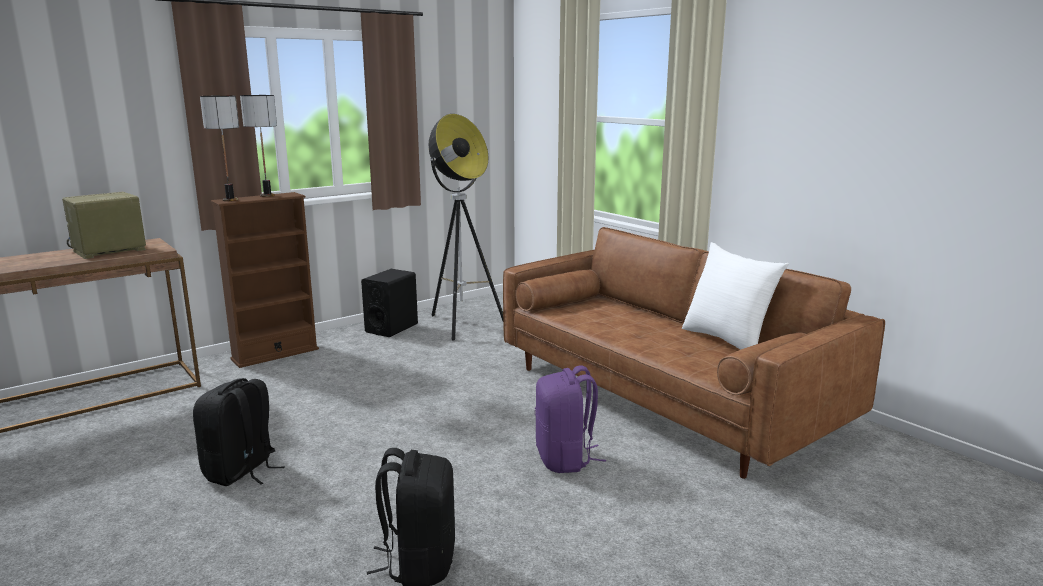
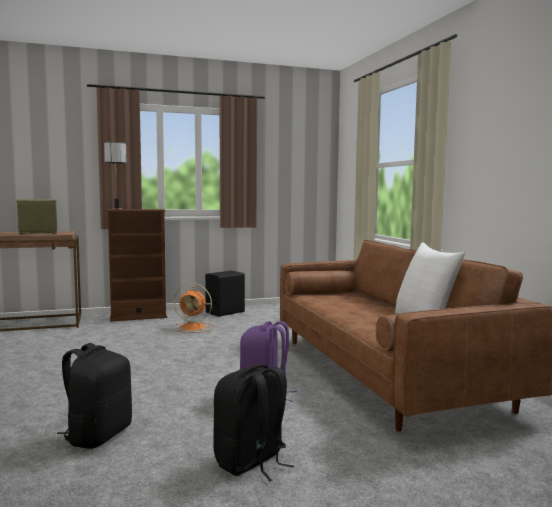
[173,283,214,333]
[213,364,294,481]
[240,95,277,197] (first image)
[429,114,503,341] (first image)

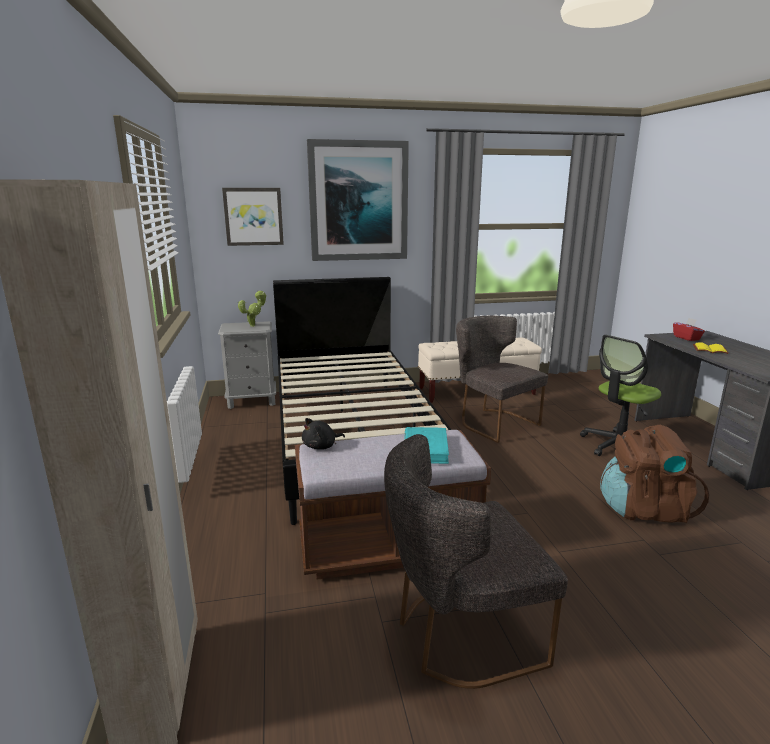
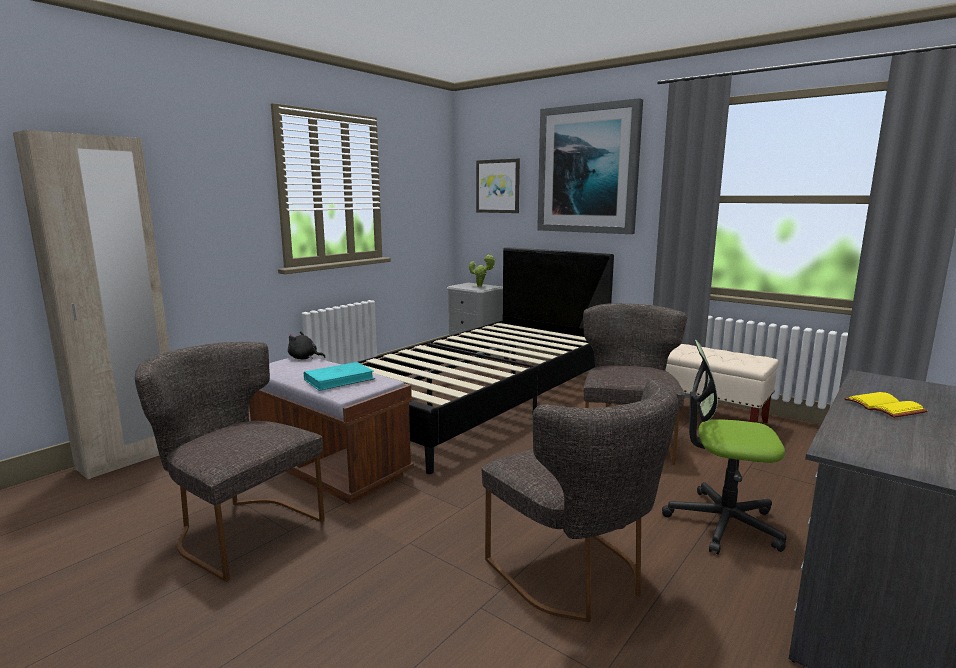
[482,379,679,622]
[673,318,705,341] (first image)

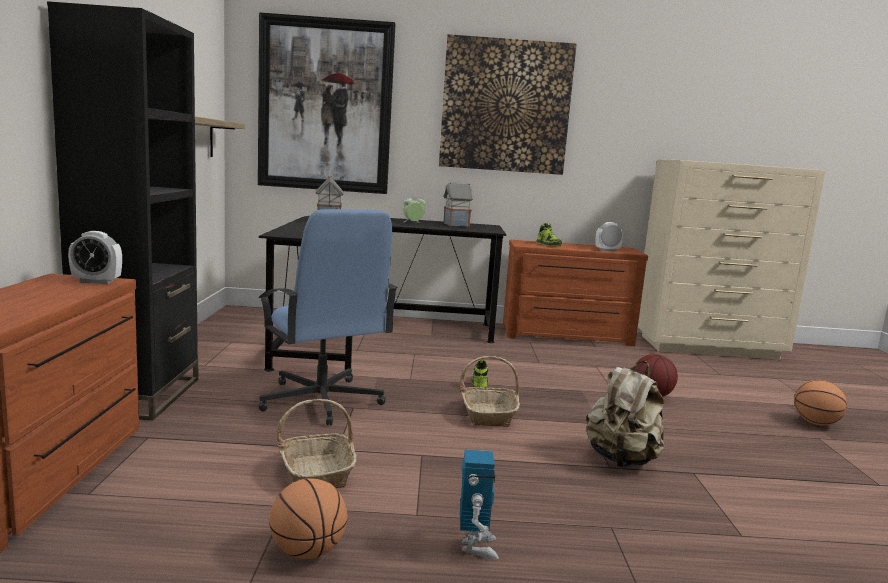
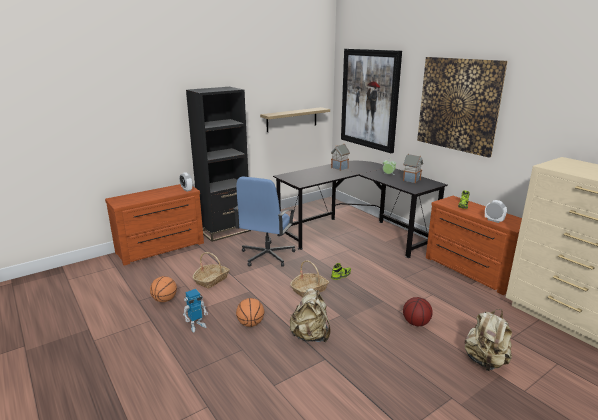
[236,298,265,327]
[465,309,512,371]

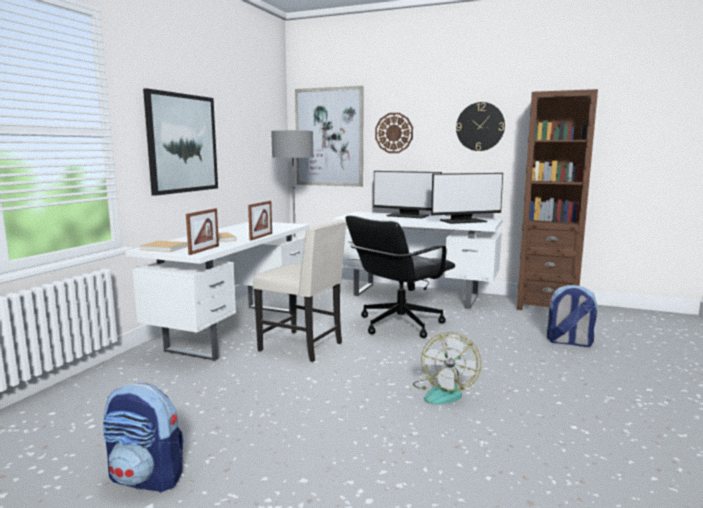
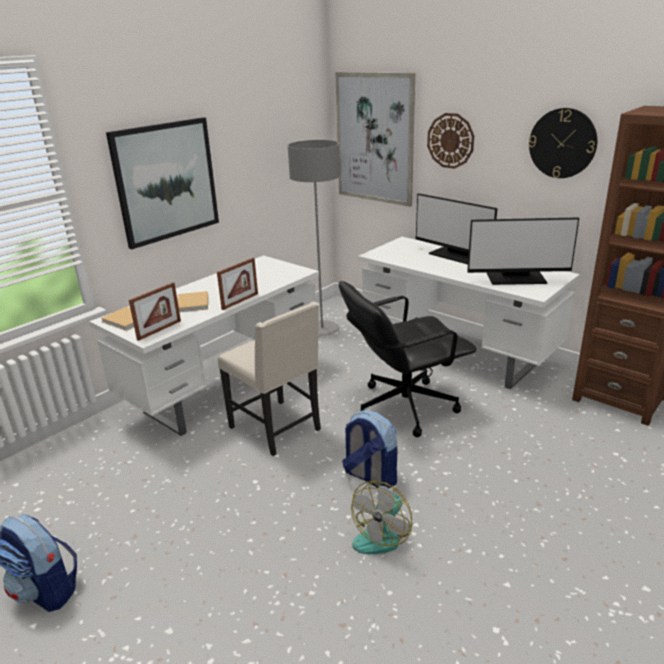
[342,410,397,488]

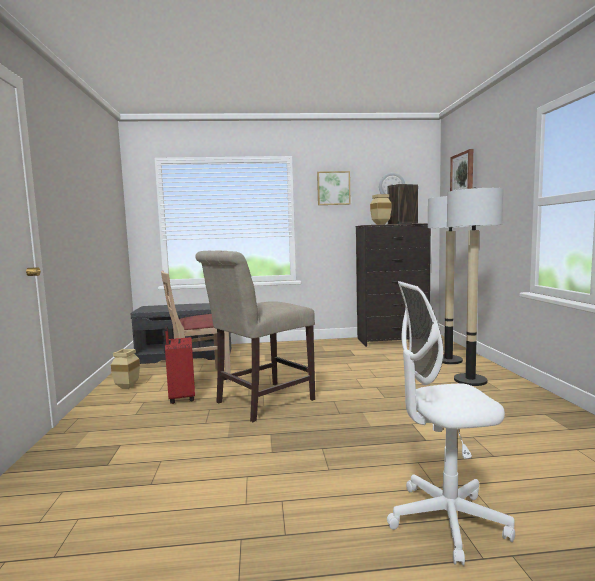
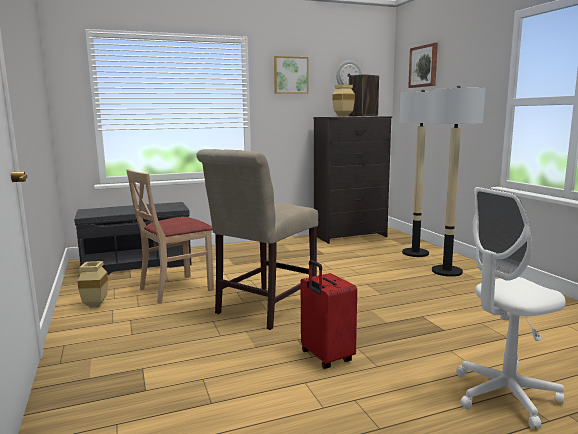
[301,260,357,369]

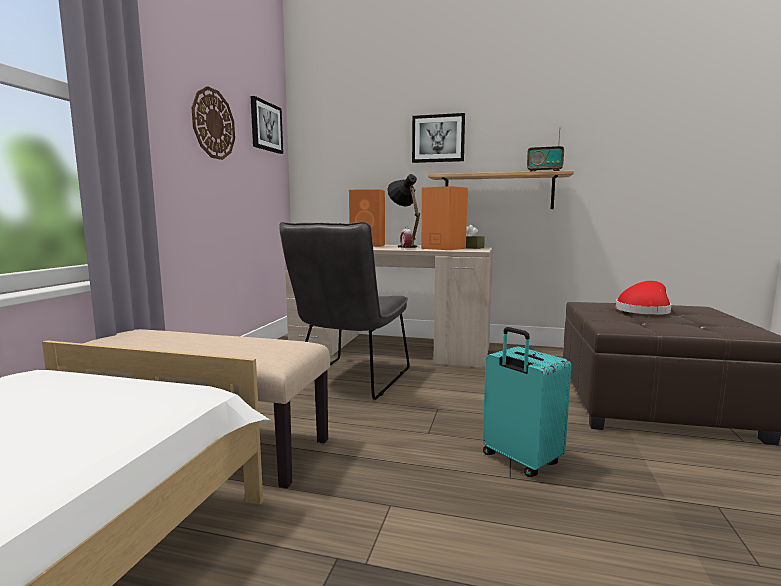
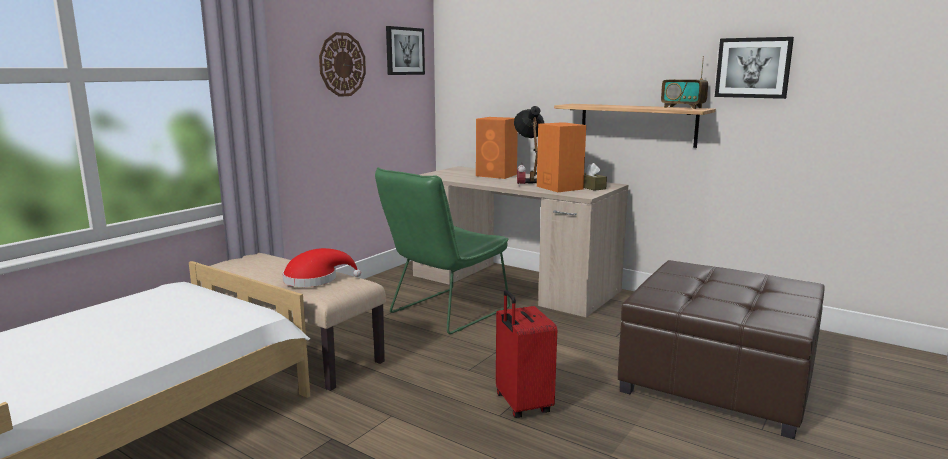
[282,248,361,287]
[375,167,510,334]
[496,290,557,418]
[715,37,794,99]

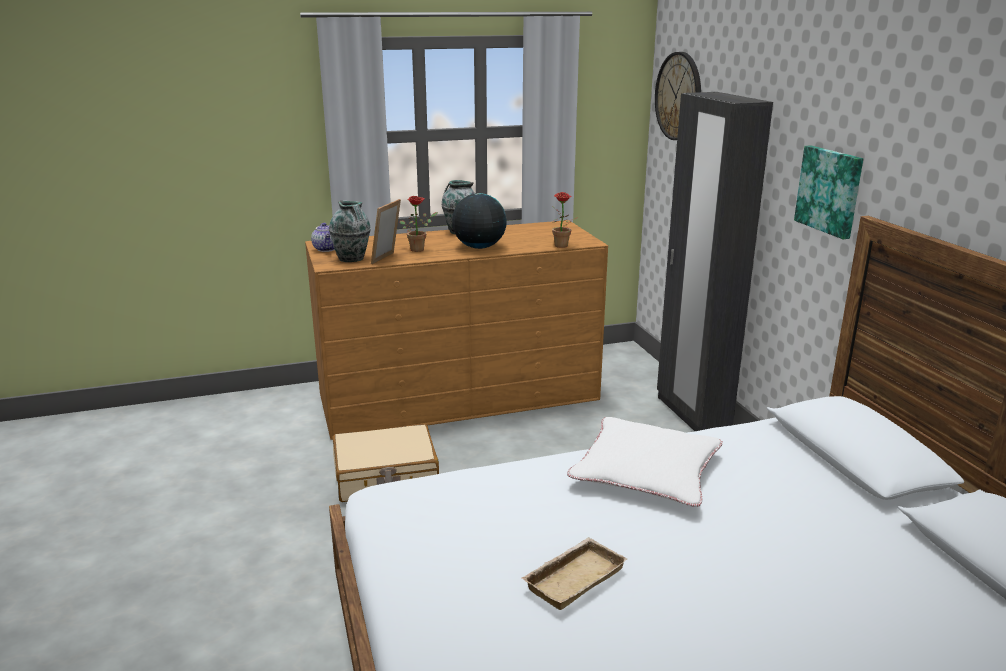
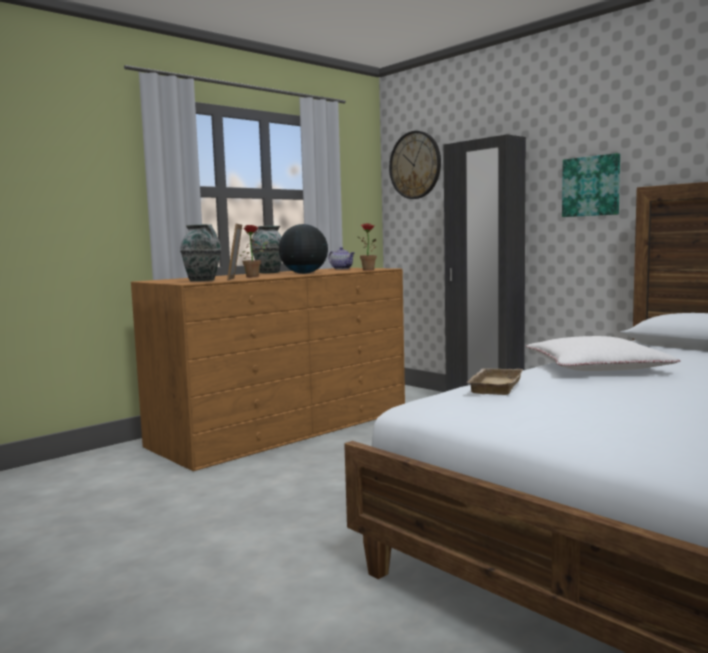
[328,247,355,269]
[466,368,523,395]
[333,424,439,502] (first image)

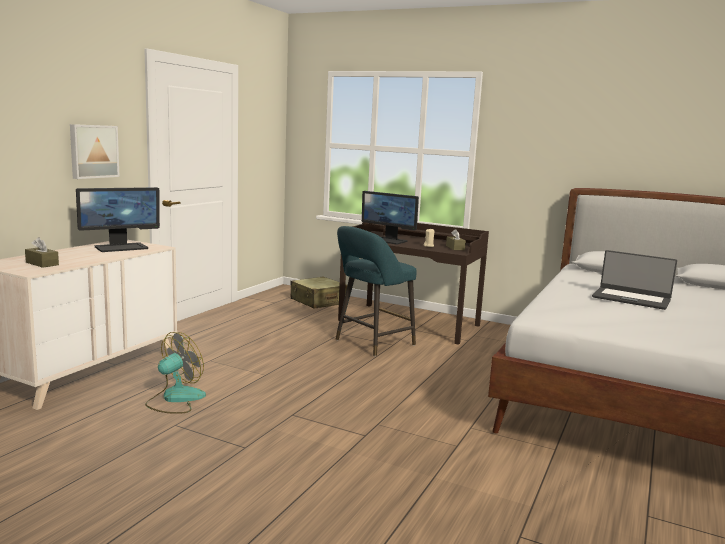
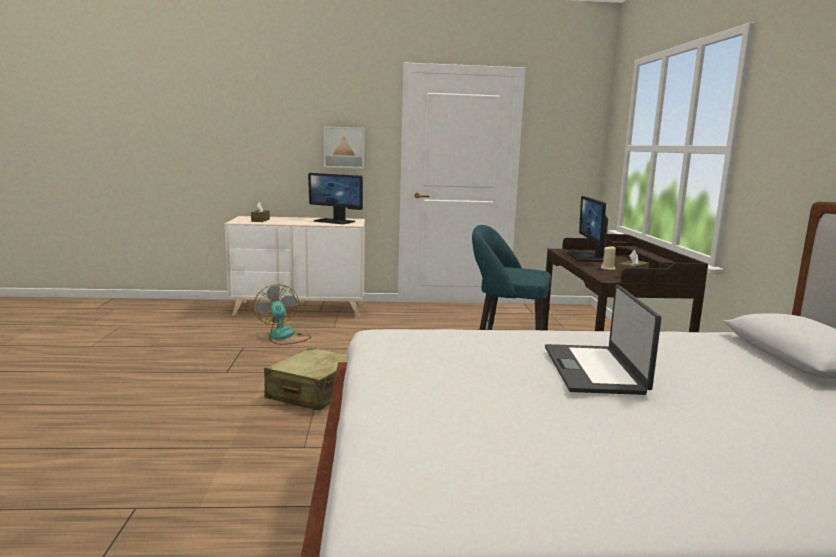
[253,284,311,345]
[264,348,347,411]

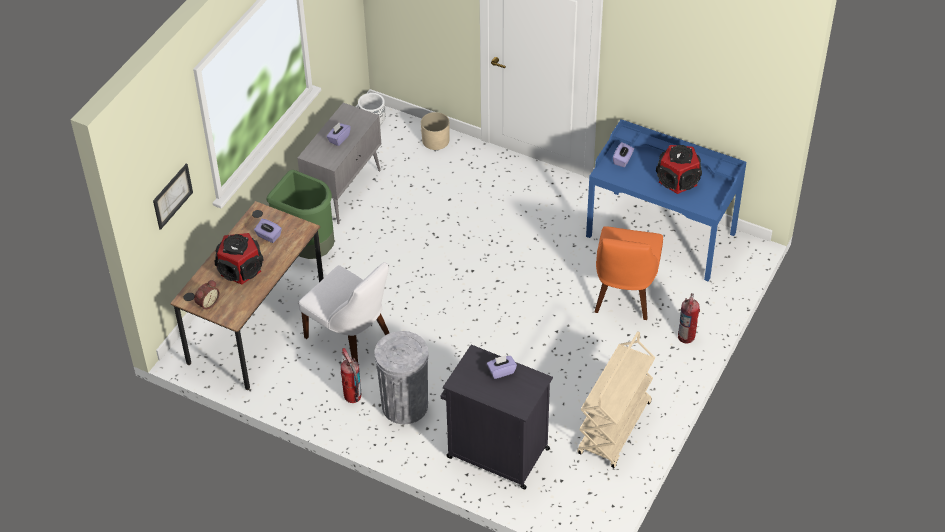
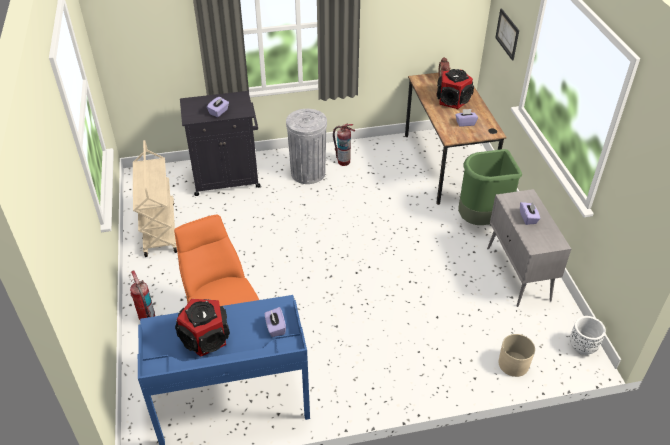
[299,262,389,362] (first image)

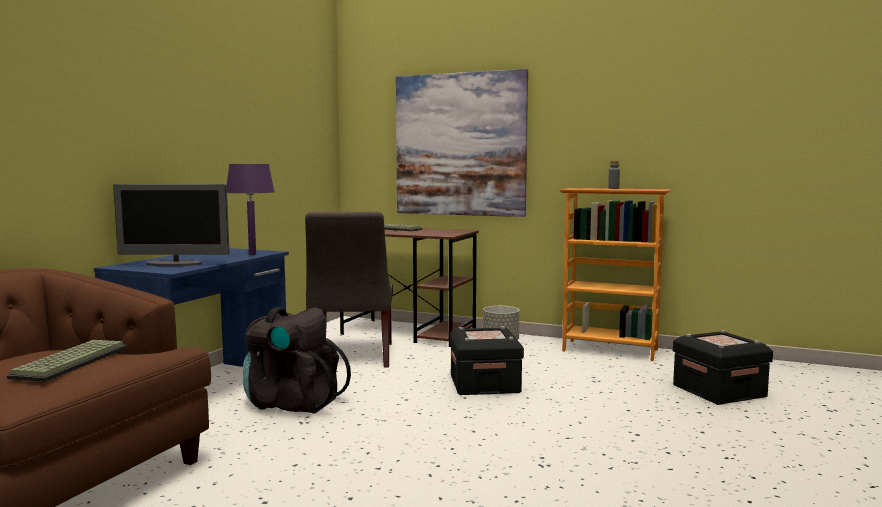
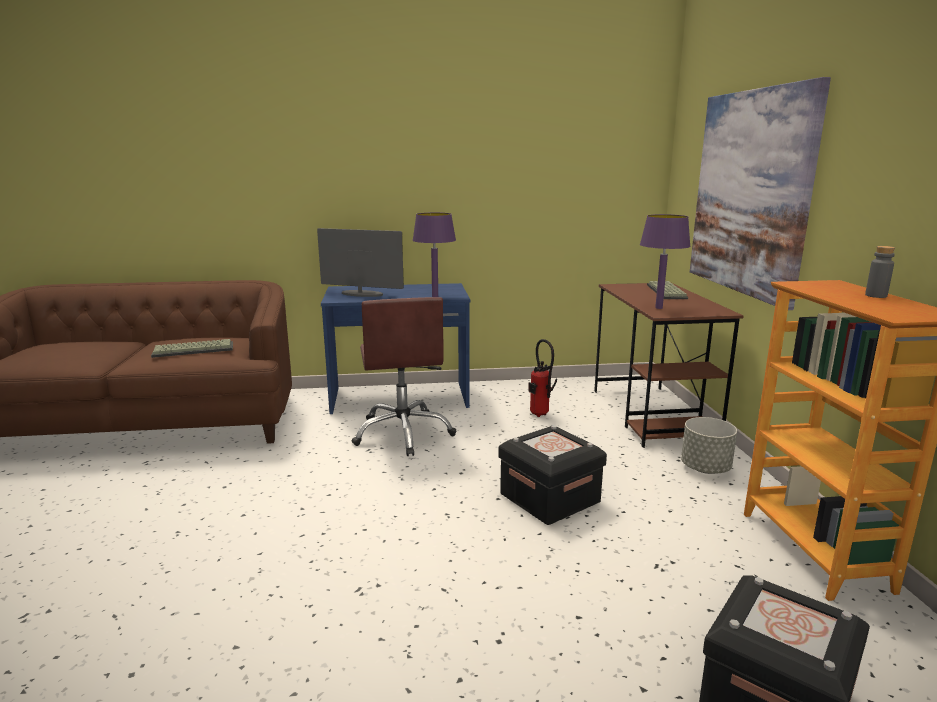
[317,228,404,297]
[352,297,456,456]
[528,339,557,417]
[640,214,691,309]

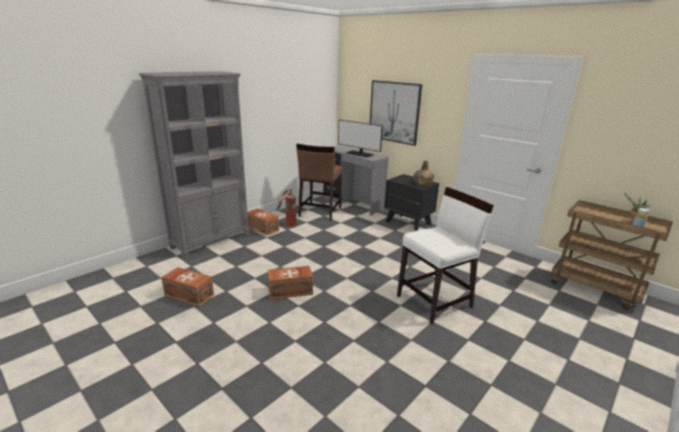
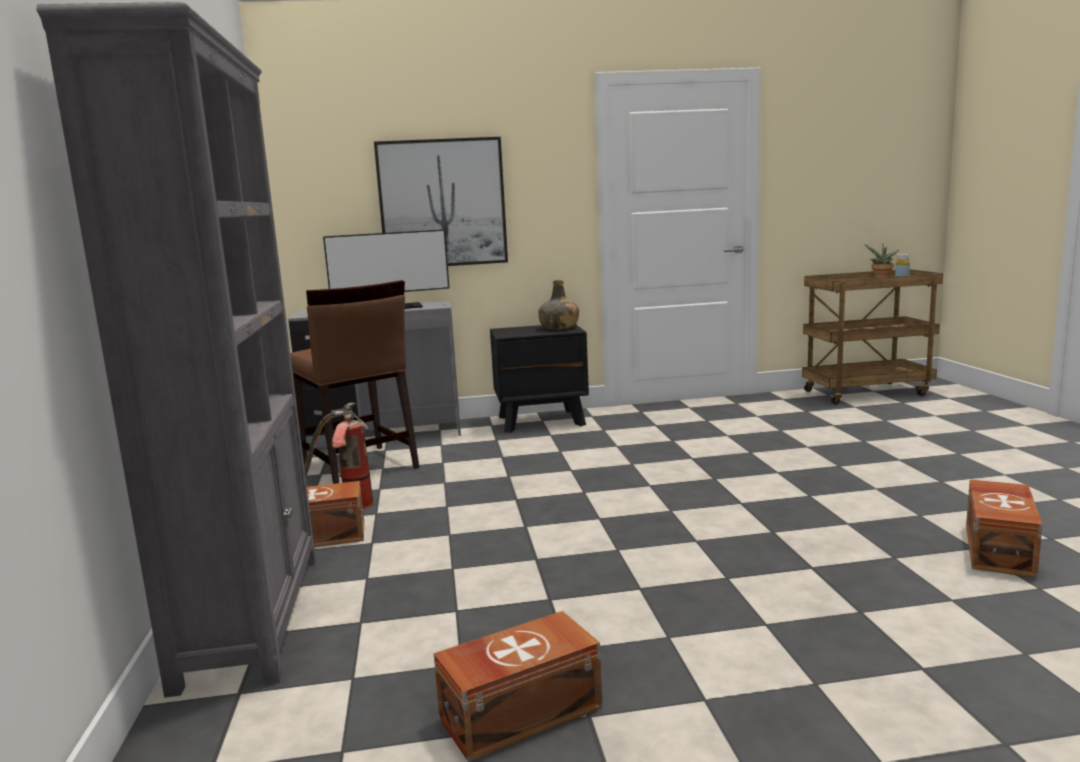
[966,480,1043,578]
[397,187,494,324] (first image)

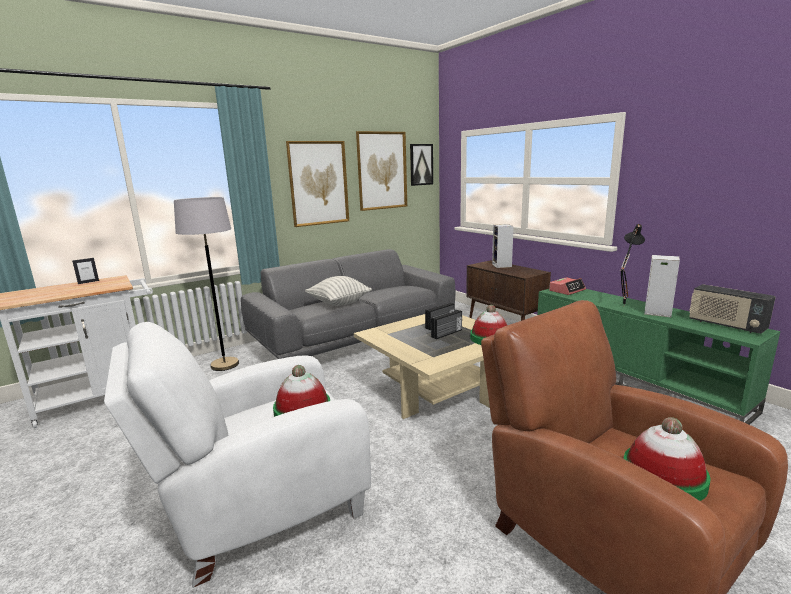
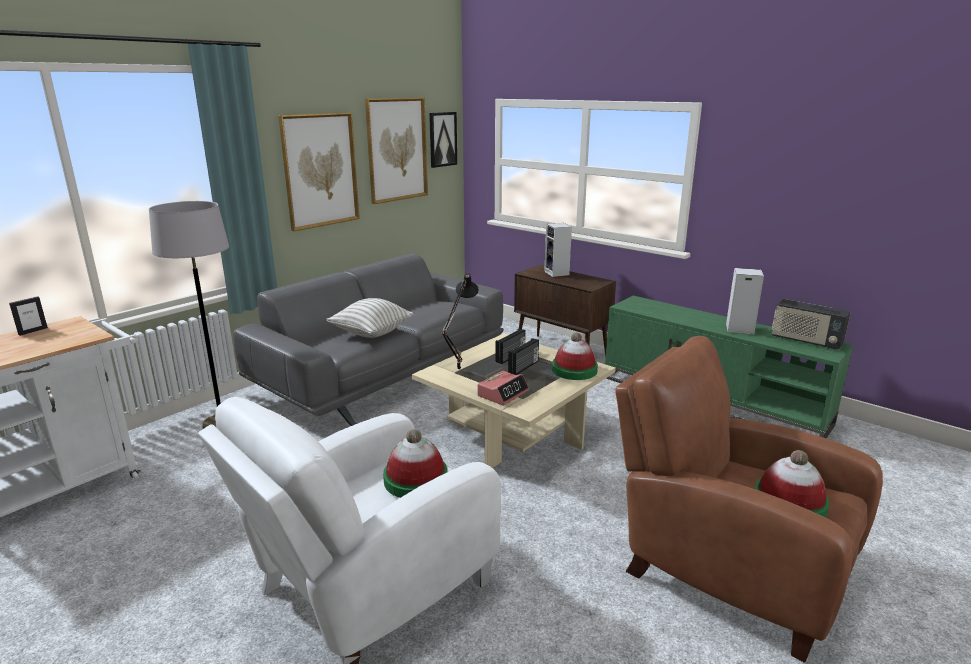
[442,273,478,372]
[477,371,529,406]

